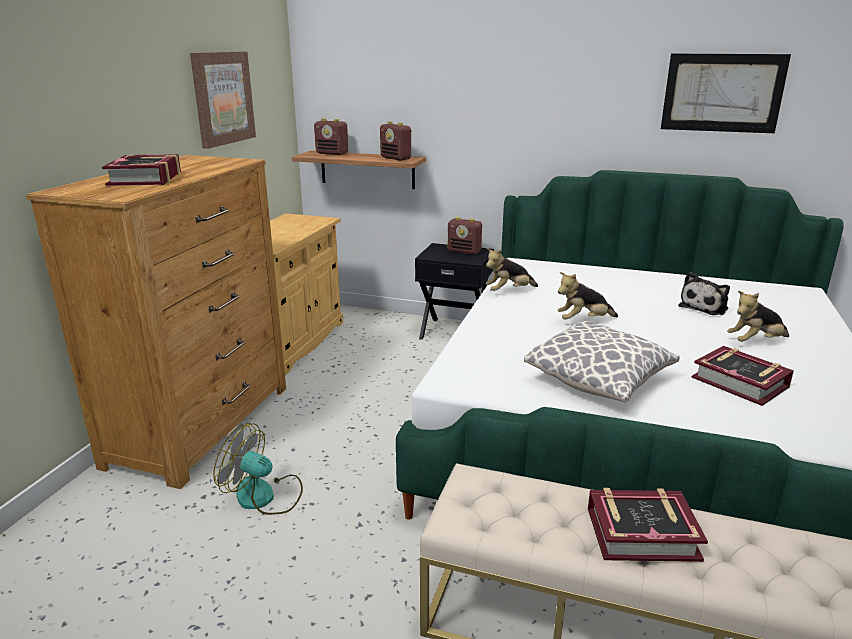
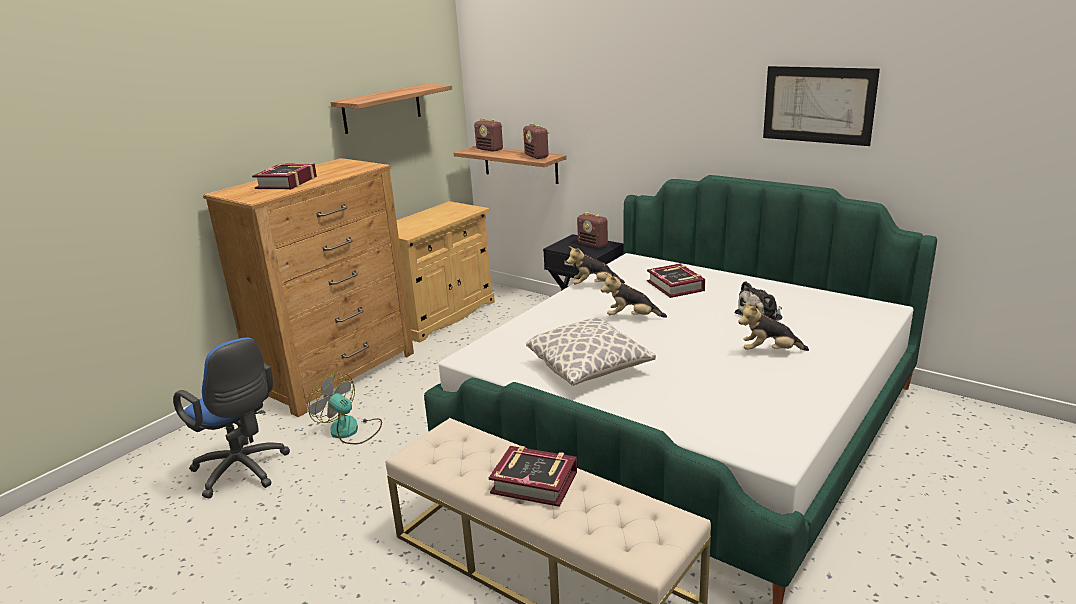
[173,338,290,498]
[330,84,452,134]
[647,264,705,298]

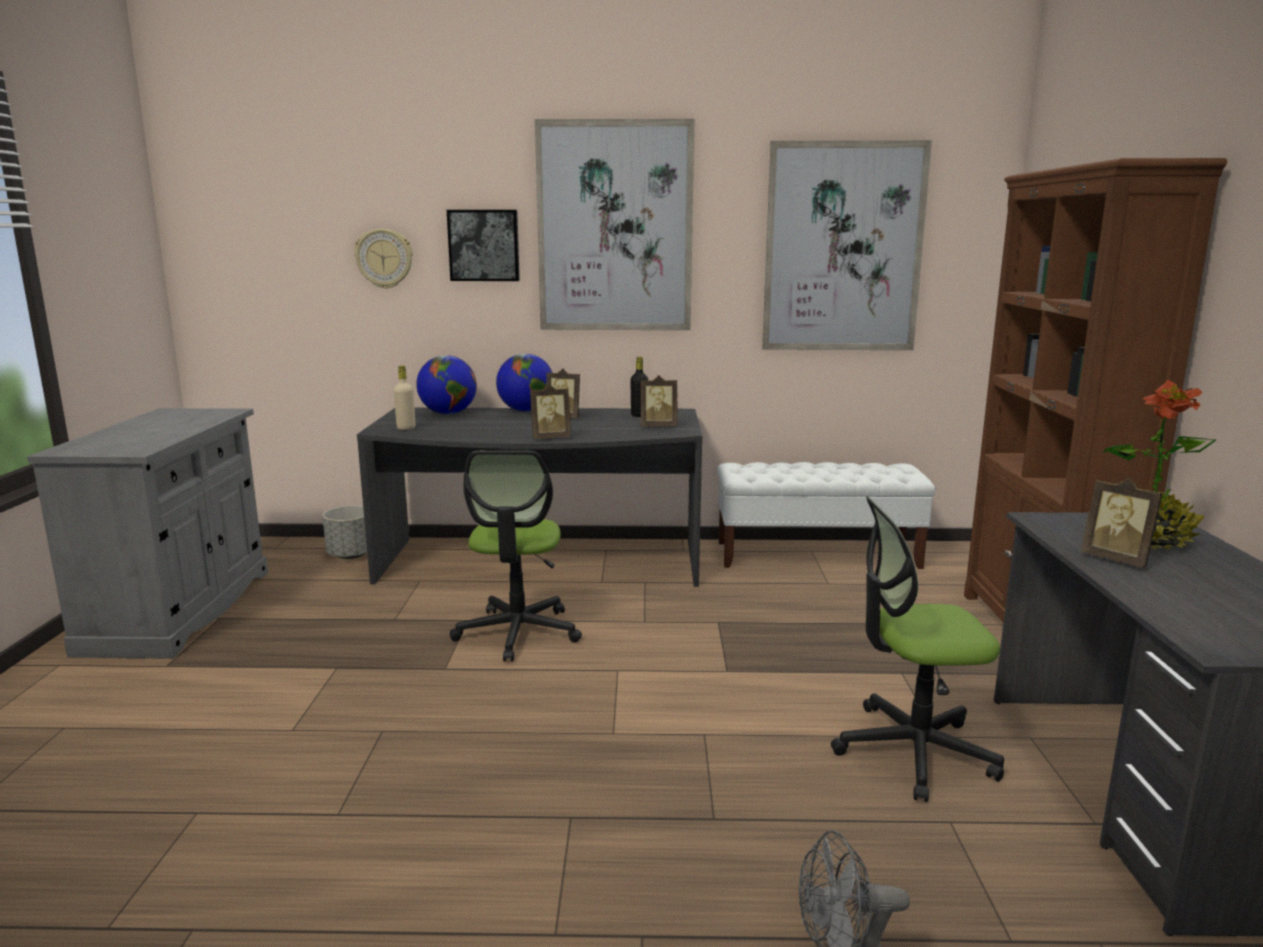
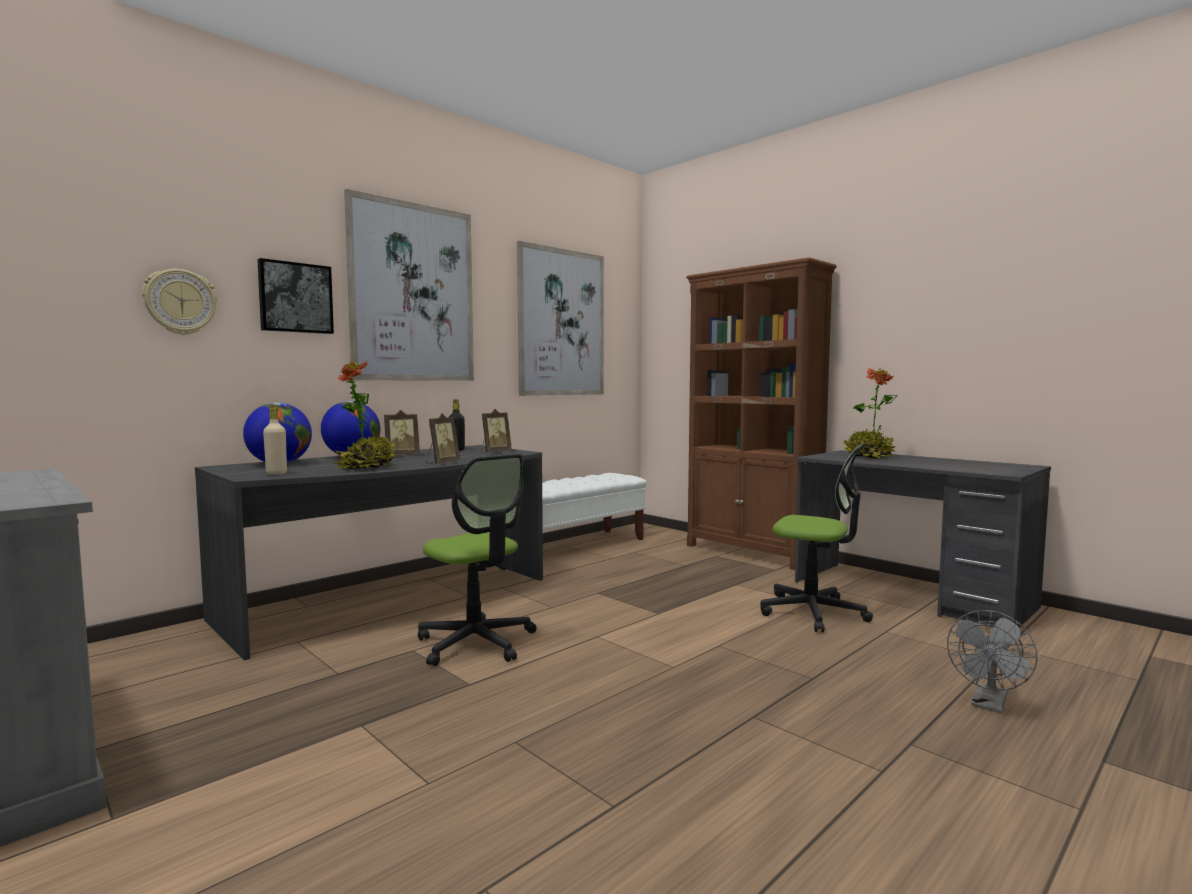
[334,361,396,469]
[761,444,873,632]
[323,505,367,559] (first image)
[1081,478,1163,568] (first image)

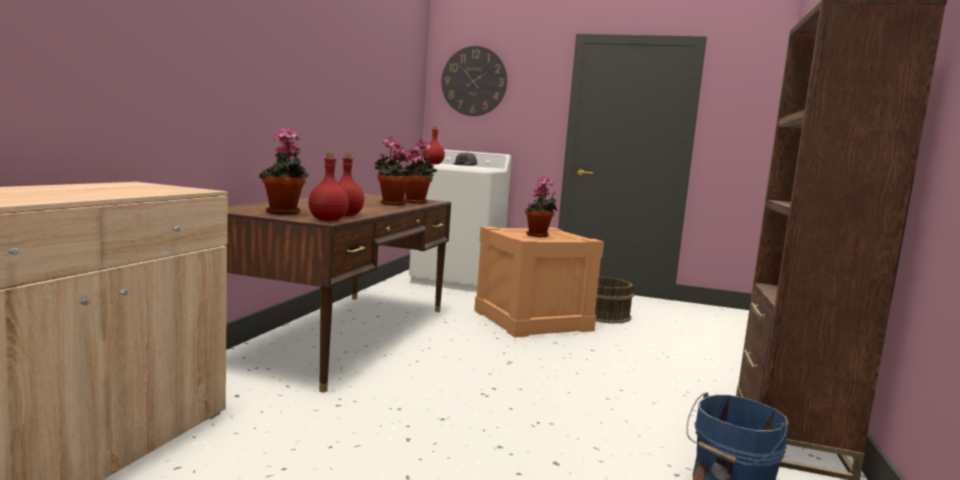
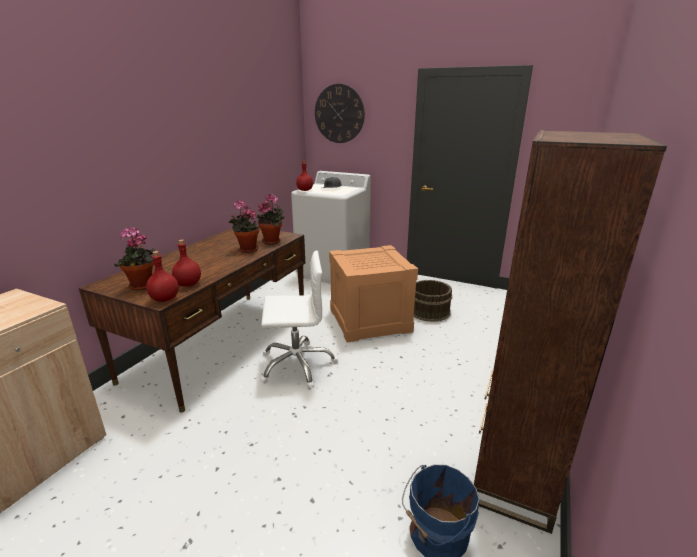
[260,251,338,389]
[525,176,557,237] (first image)

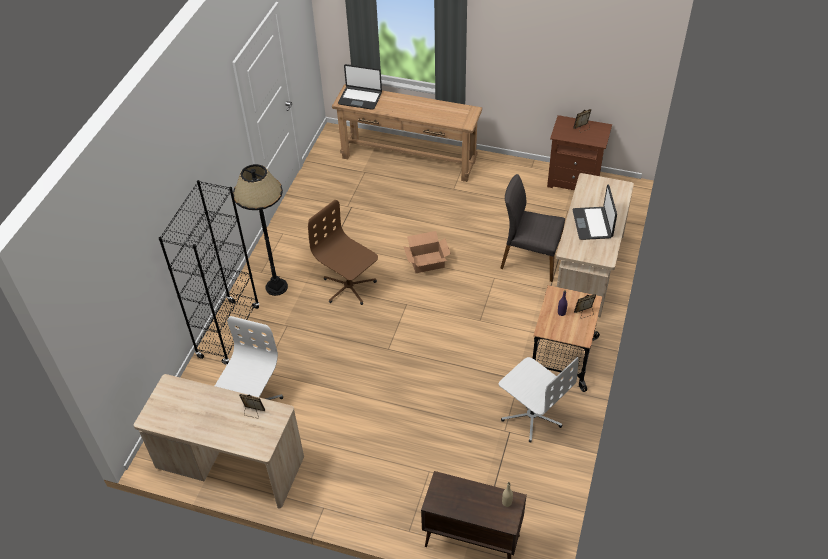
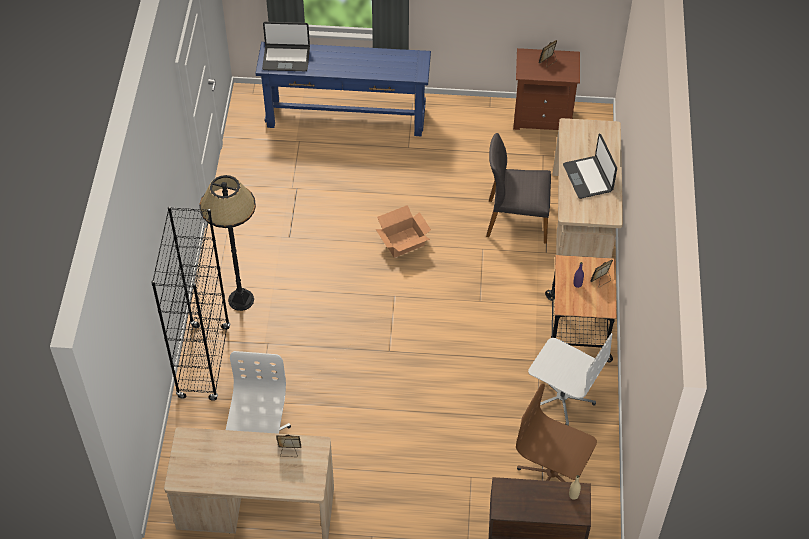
[256,42,431,136]
[516,384,597,482]

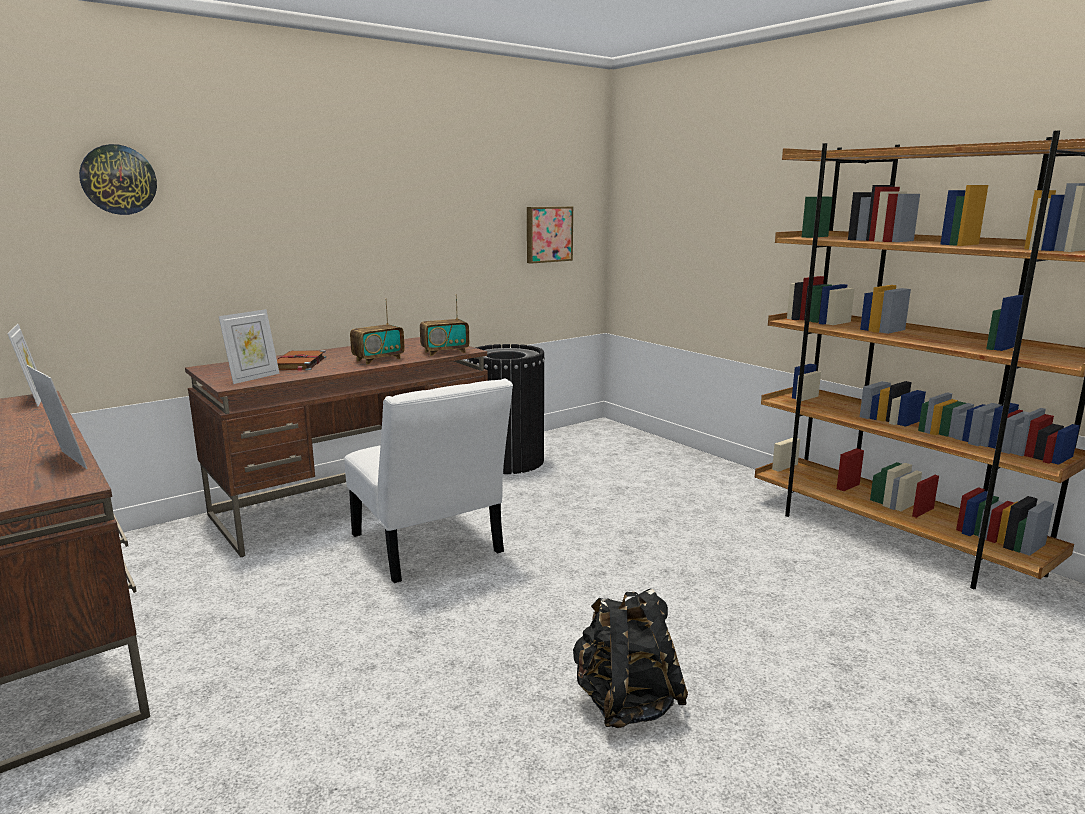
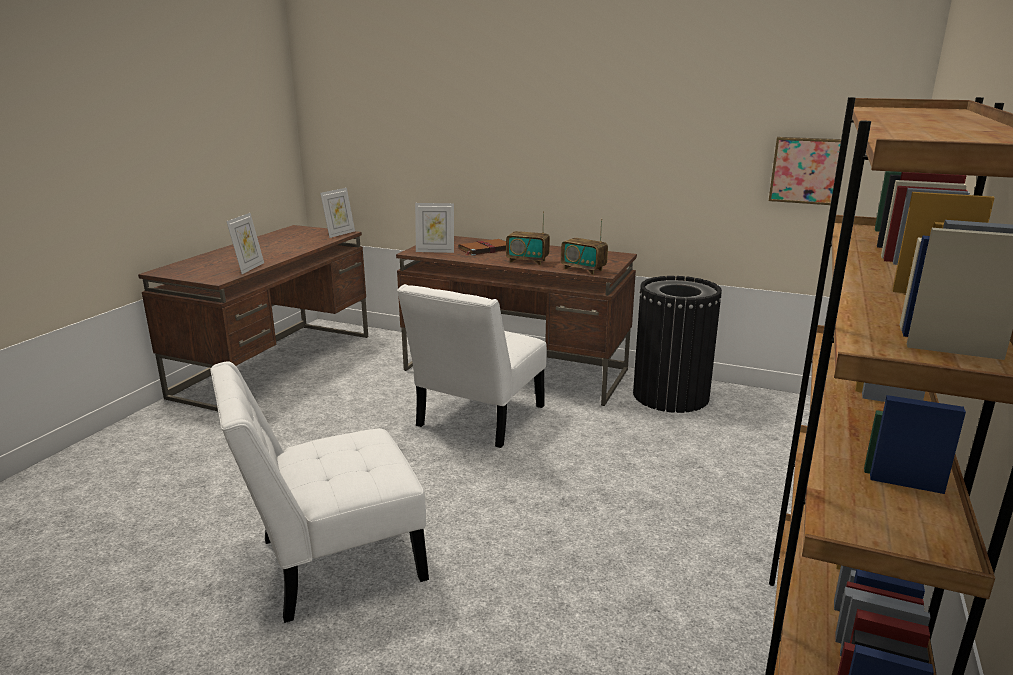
[211,361,429,623]
[79,144,157,215] (first image)

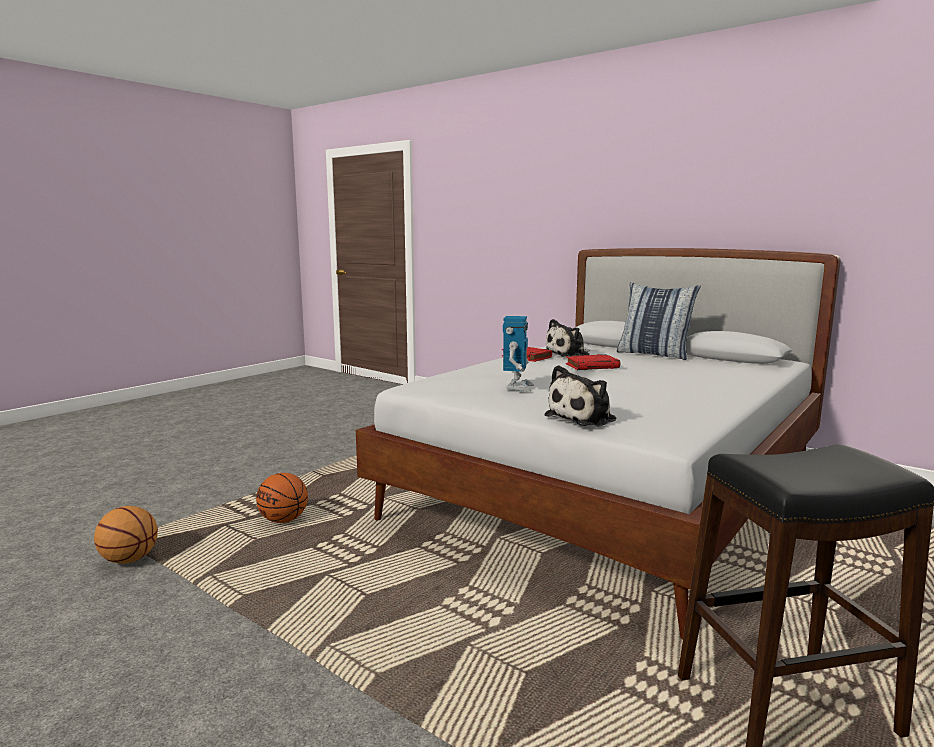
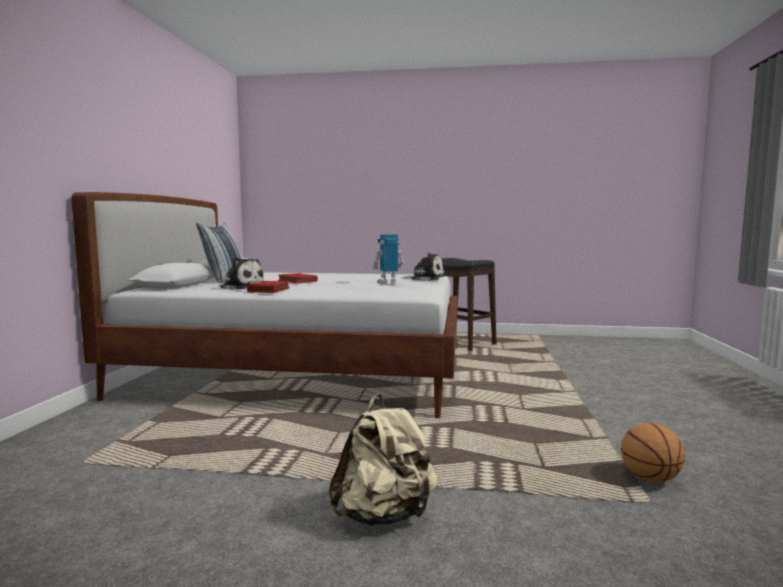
[329,394,438,526]
[256,473,308,523] (first image)

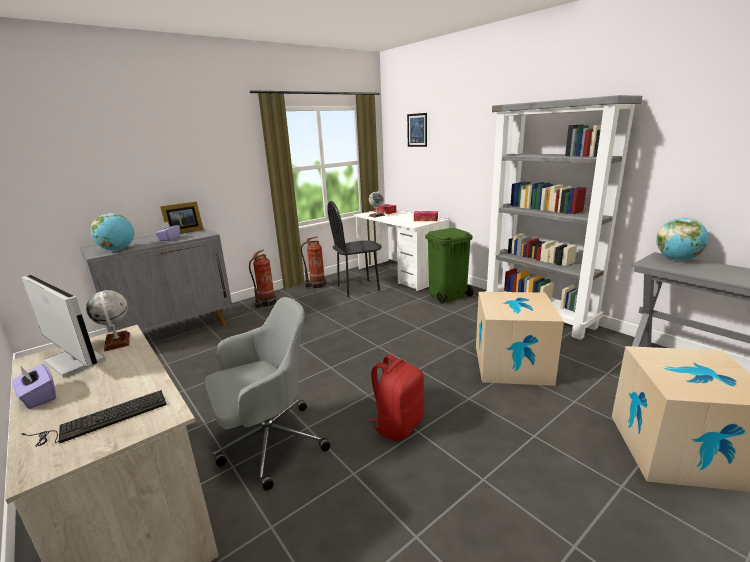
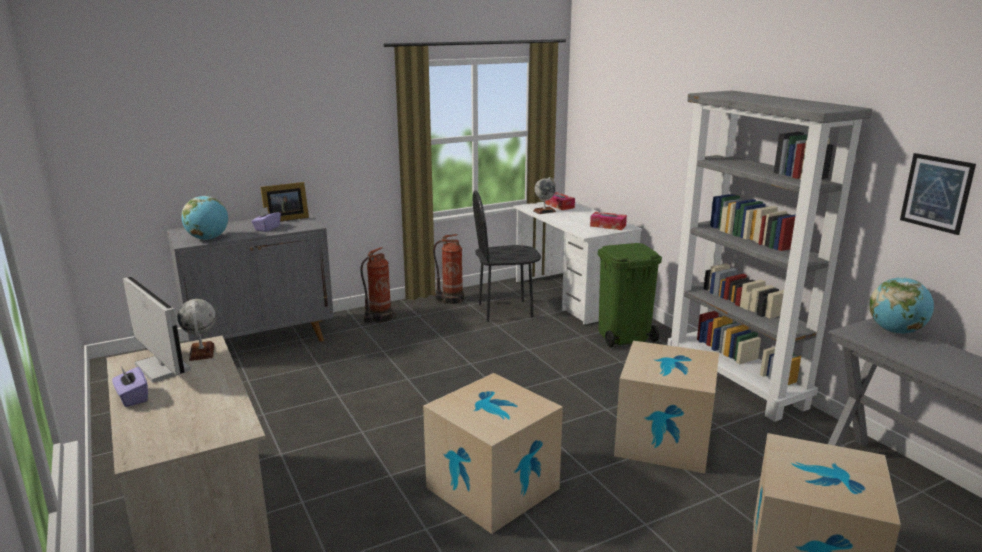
[423,373,563,534]
[900,153,976,235]
[22,390,167,447] (first image)
[204,297,331,491] (first image)

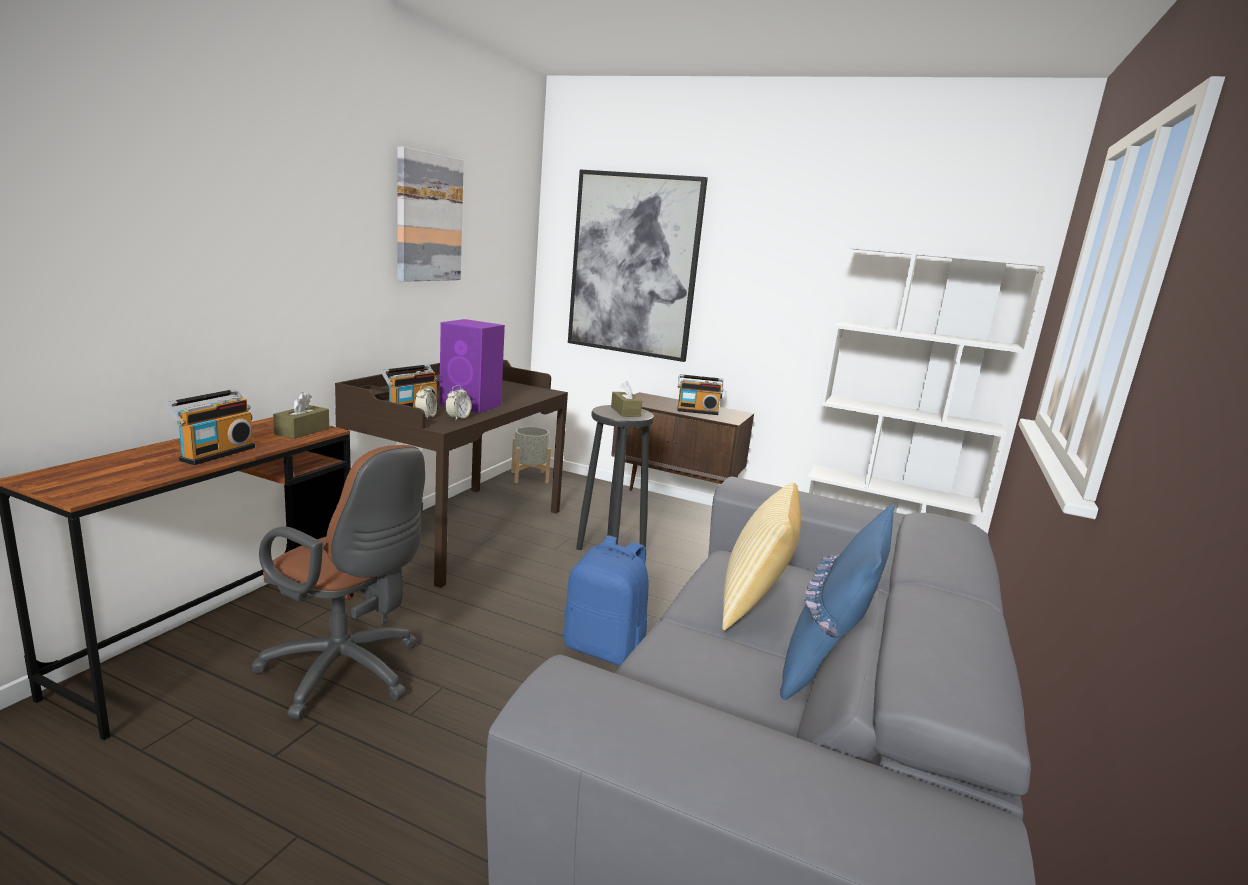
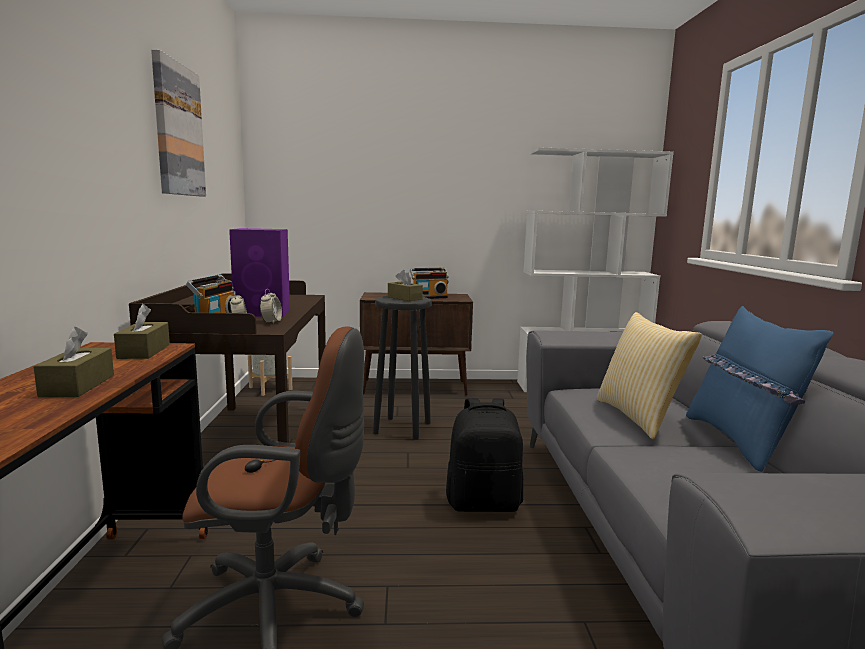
[33,327,114,397]
[446,398,523,512]
[568,170,708,362] (first image)

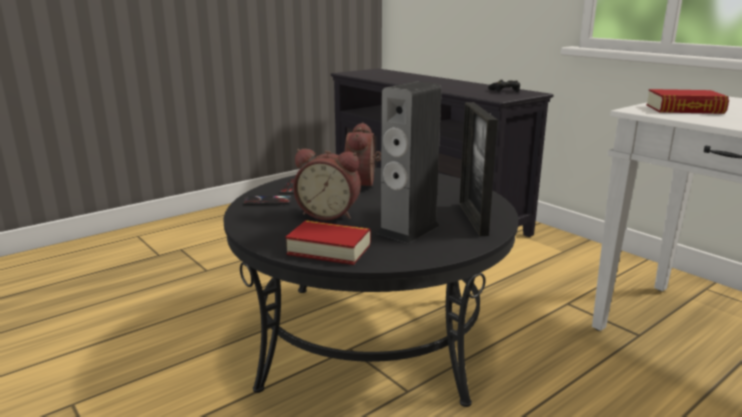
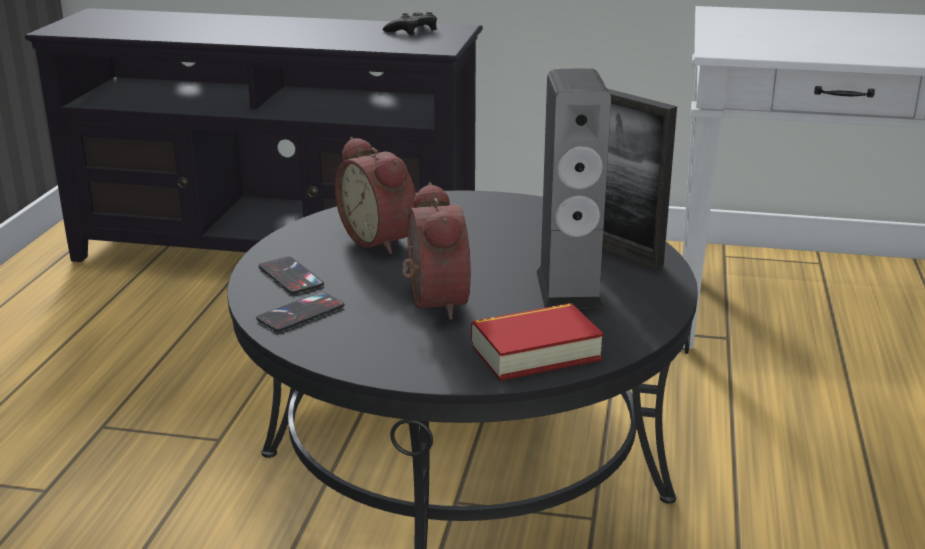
[402,183,471,319]
[646,89,729,114] (first image)

